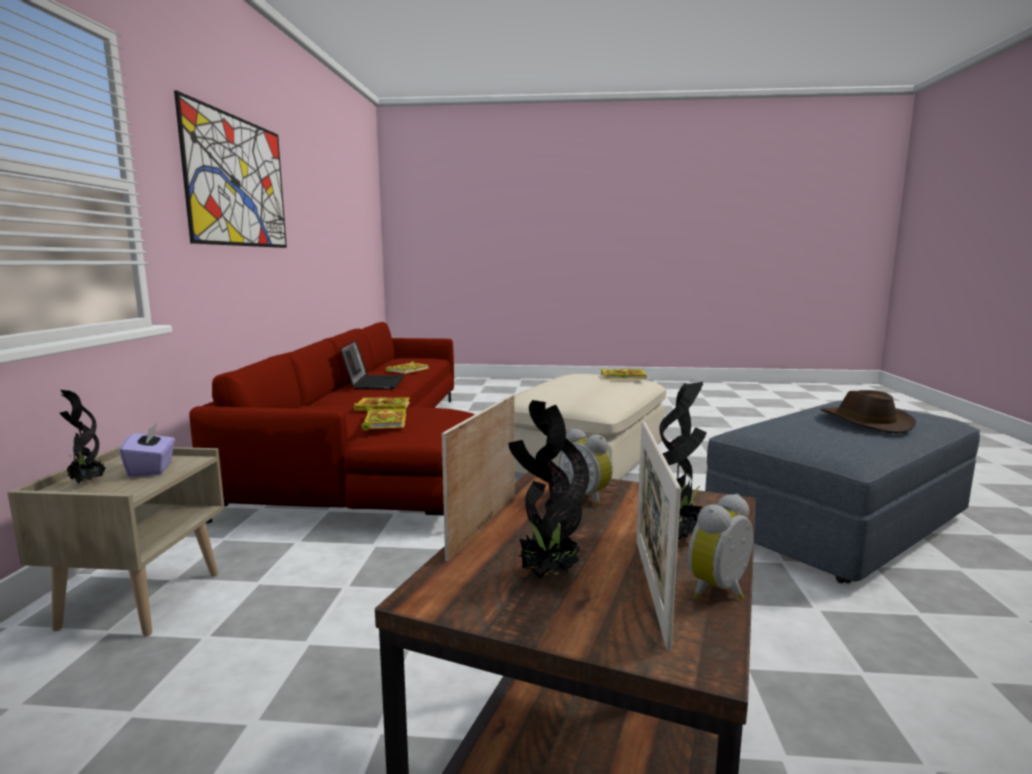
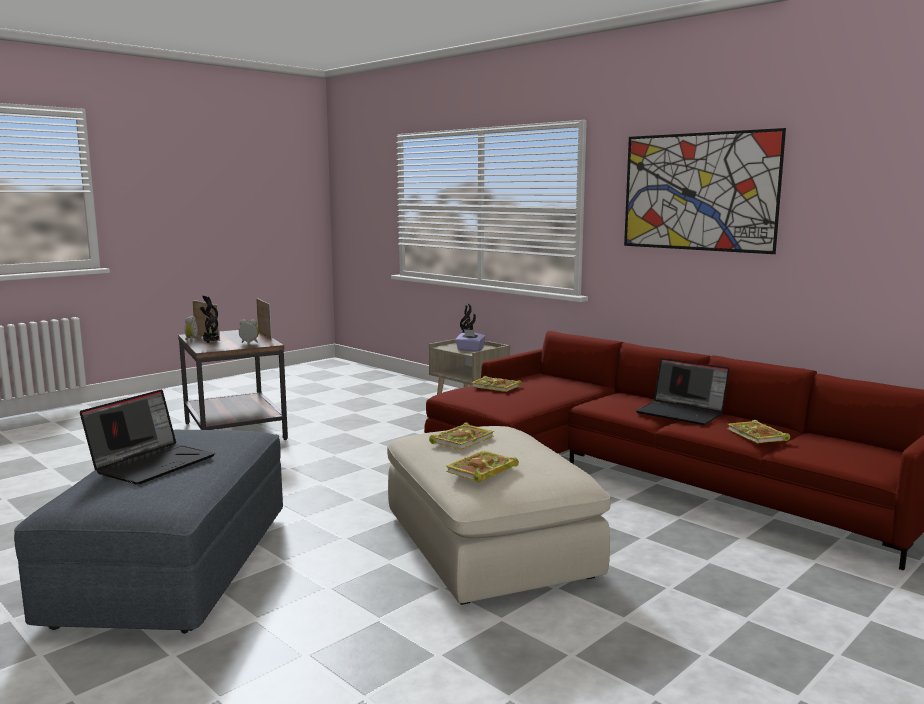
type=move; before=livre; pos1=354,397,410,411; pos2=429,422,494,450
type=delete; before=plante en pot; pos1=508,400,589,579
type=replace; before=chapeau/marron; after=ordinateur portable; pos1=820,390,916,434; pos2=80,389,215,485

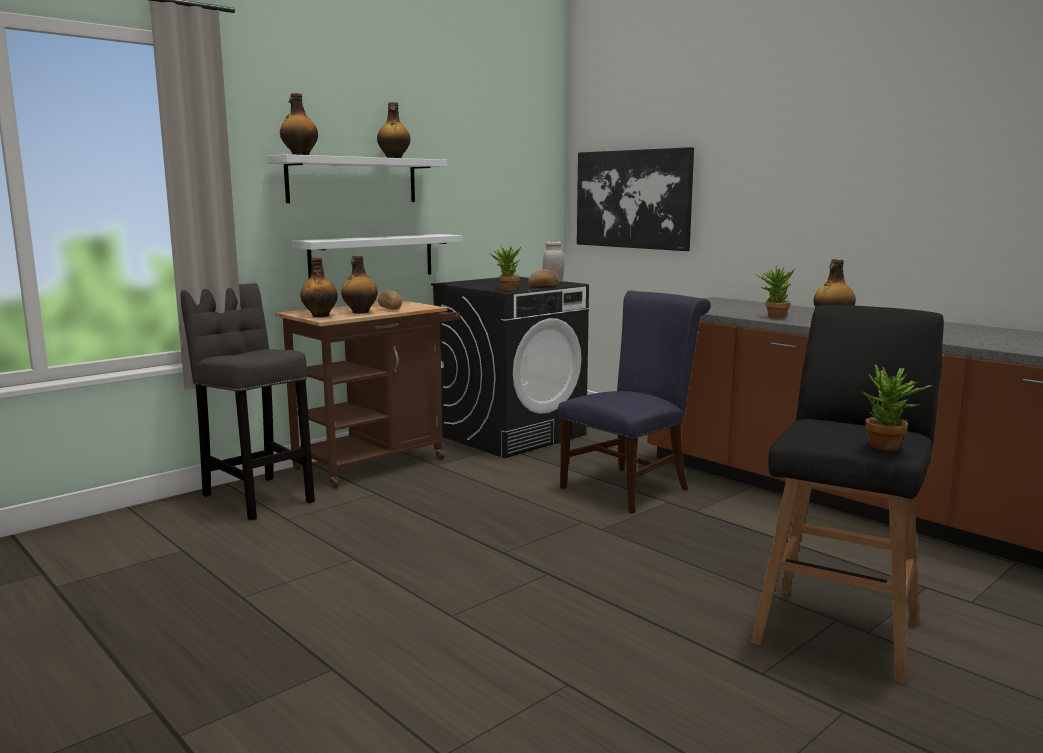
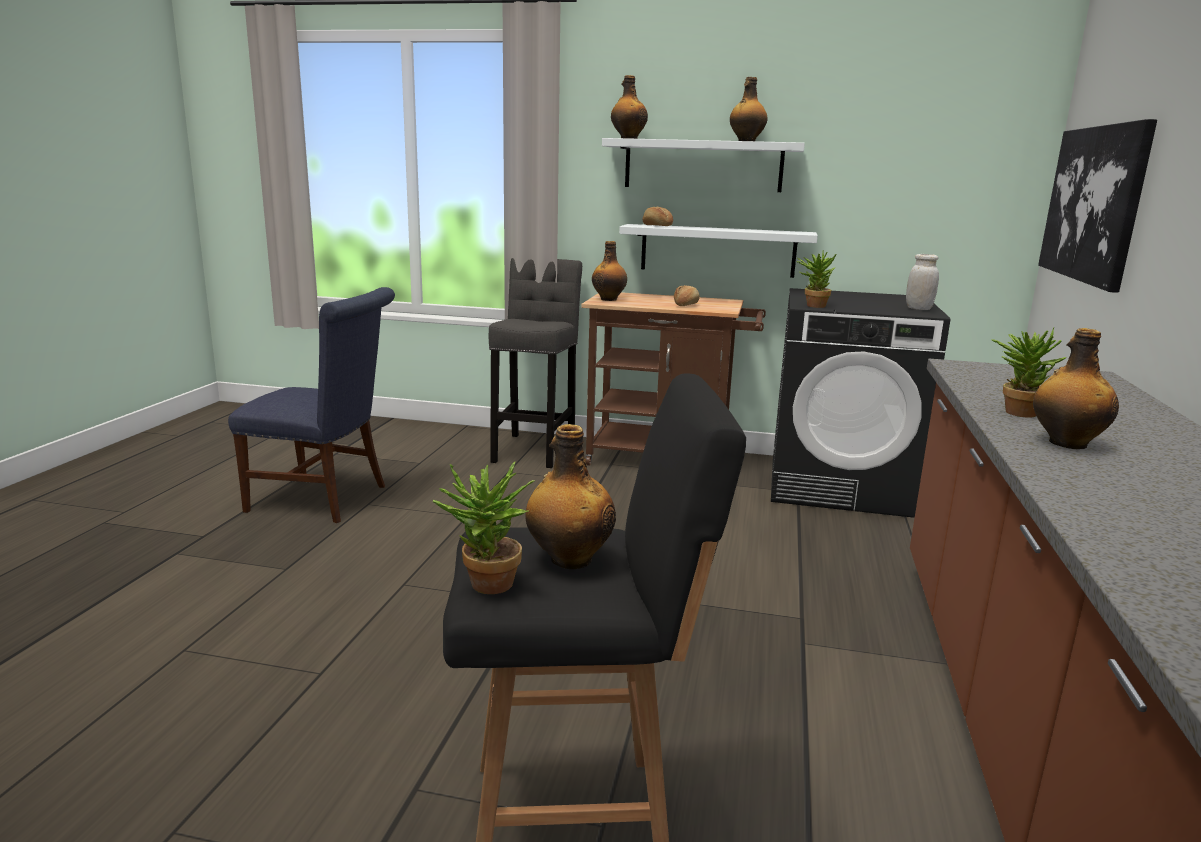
type=move; before=bouteille; pos1=341,255,378,314; pos2=525,424,616,569
type=move; before=pain; pos1=528,269,559,287; pos2=642,207,673,226
type=move; before=chaise/bleu; pos1=558,291,711,514; pos2=228,287,395,523

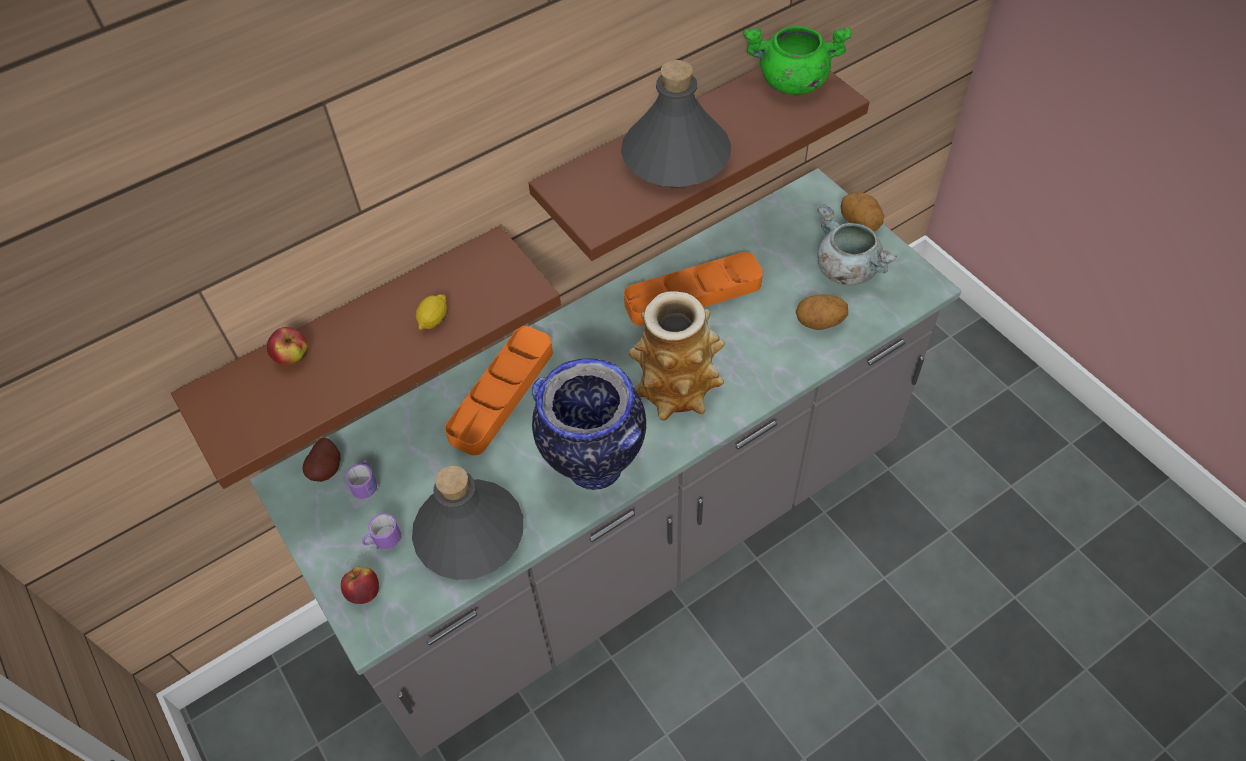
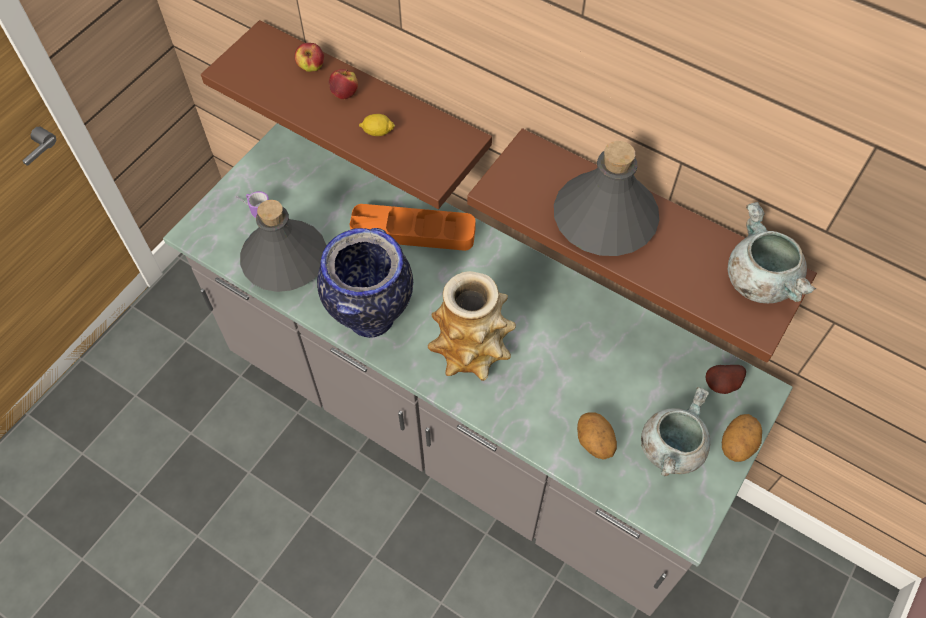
type=move; before=pomme de terre; pos1=303,438,341,482; pos2=705,365,746,394
type=move; before=pomme; pos1=341,567,379,604; pos2=329,69,358,99
type=delete; before=mug; pos1=345,451,377,499
type=delete; before=plateau/orange; pos1=624,252,763,326
type=recolor; before=marmite/vert; after=marmite/gris; pos1=744,26,852,95; pos2=728,202,816,303

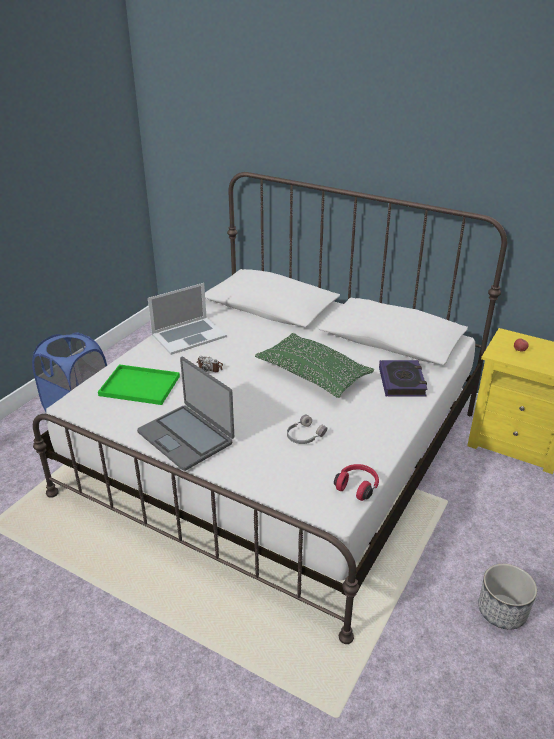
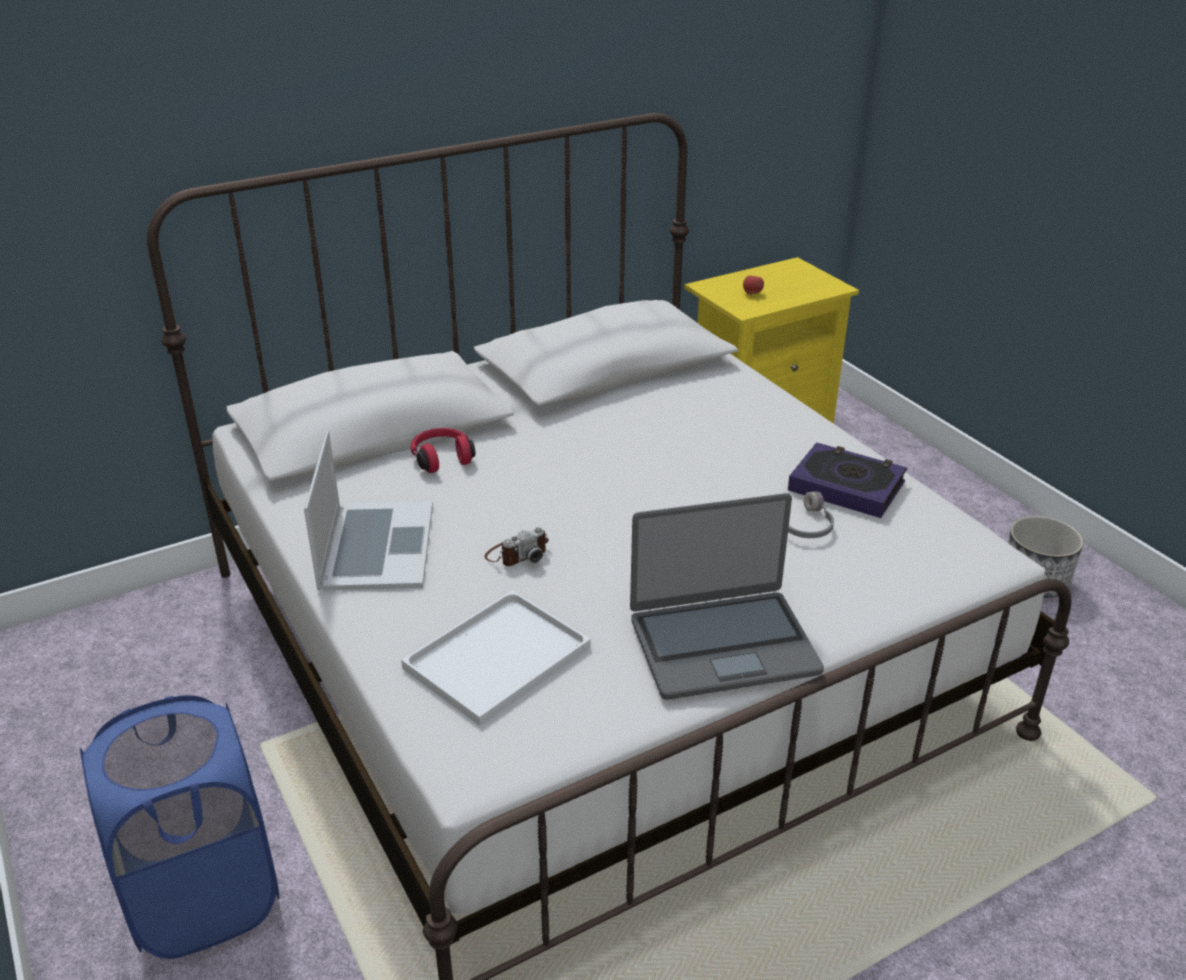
type=recolor; before=plateau/vert; after=plateau/blanc; pos1=98,364,180,405; pos2=401,590,591,726
type=delete; before=coussin/vert; pos1=255,333,374,398
type=move; before=casque audio/rouge; pos1=334,464,379,501; pos2=411,428,476,473
type=move; before=livre; pos1=379,360,428,397; pos2=788,442,907,518

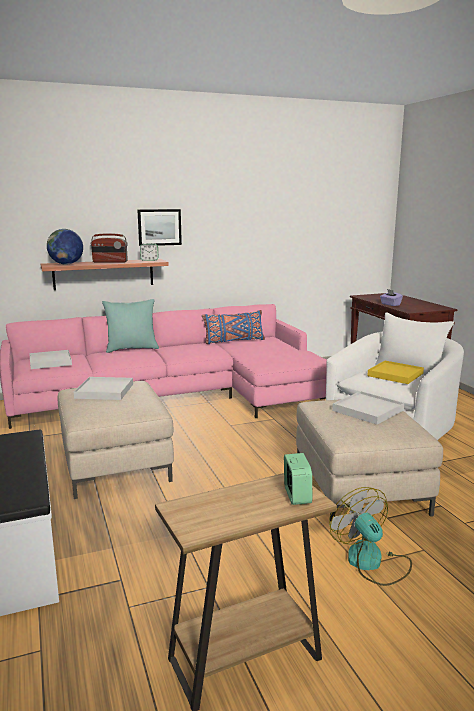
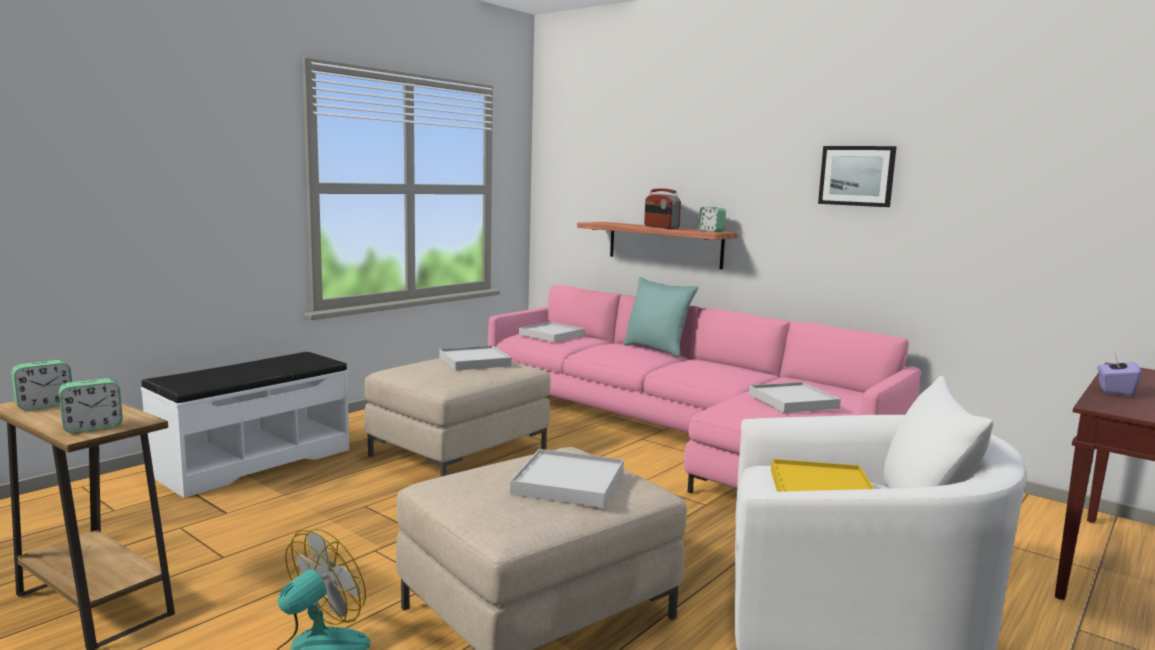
type=delete; before=globe; pos1=47,229,83,264
type=move; before=tableau; pos1=137,209,182,246; pos2=818,146,897,207
type=delete; before=coussin/bleu; pos1=202,310,265,344
type=insert; after=réveil; pos2=11,360,72,410
type=insert; after=plateau/blanc; pos2=749,382,841,413

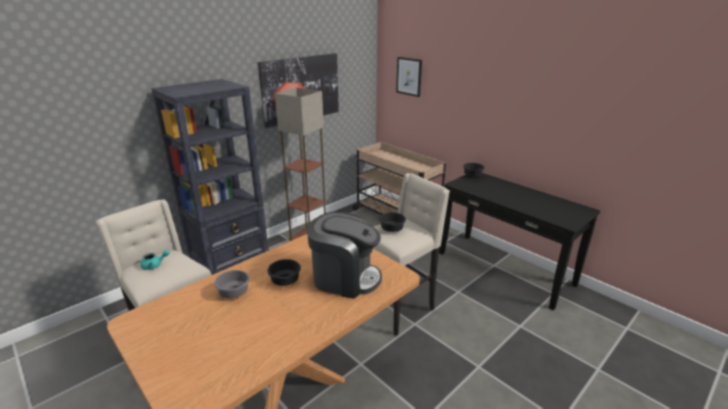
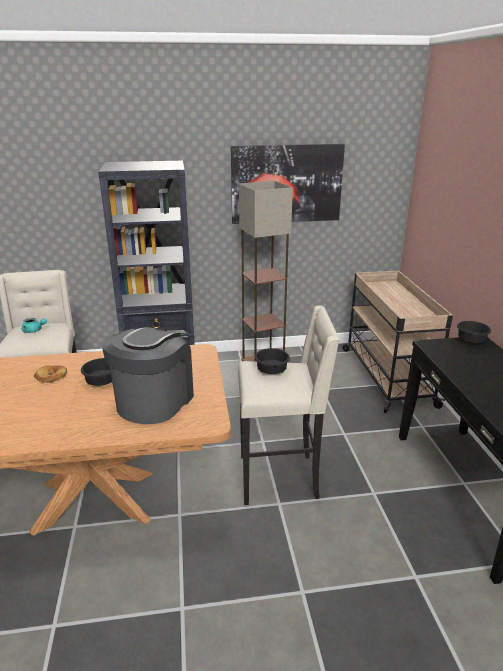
type=replace; before=bol/gris; after=pain; pos1=214,270,250,298; pos2=34,365,67,383
type=rotate; before=machine à café; pos1=307,212,382,299; pos2=102,327,194,424; turn=-120
type=delete; before=tableau; pos1=396,57,422,97

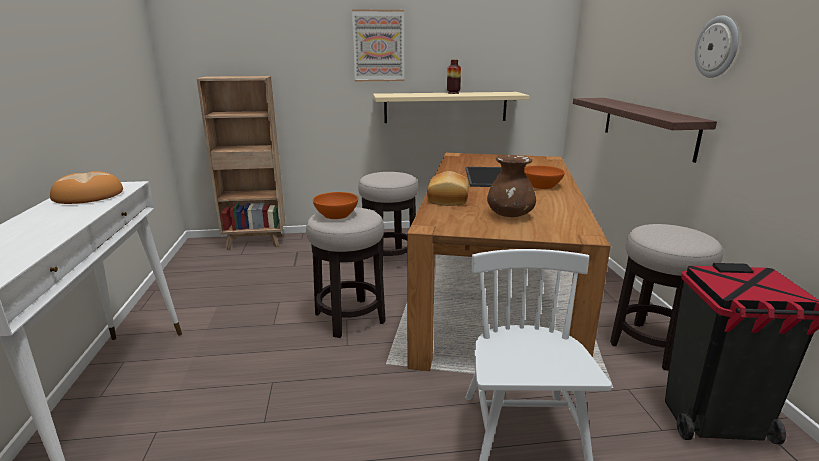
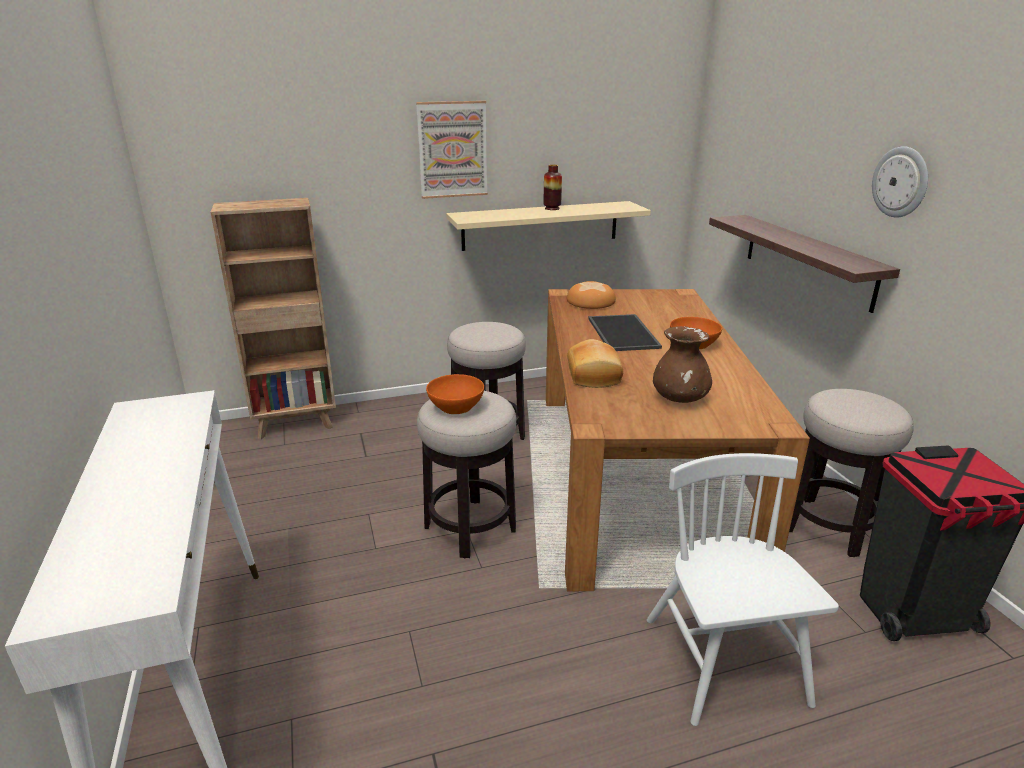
type=move; before=pain; pos1=50,171,123,204; pos2=567,281,616,309

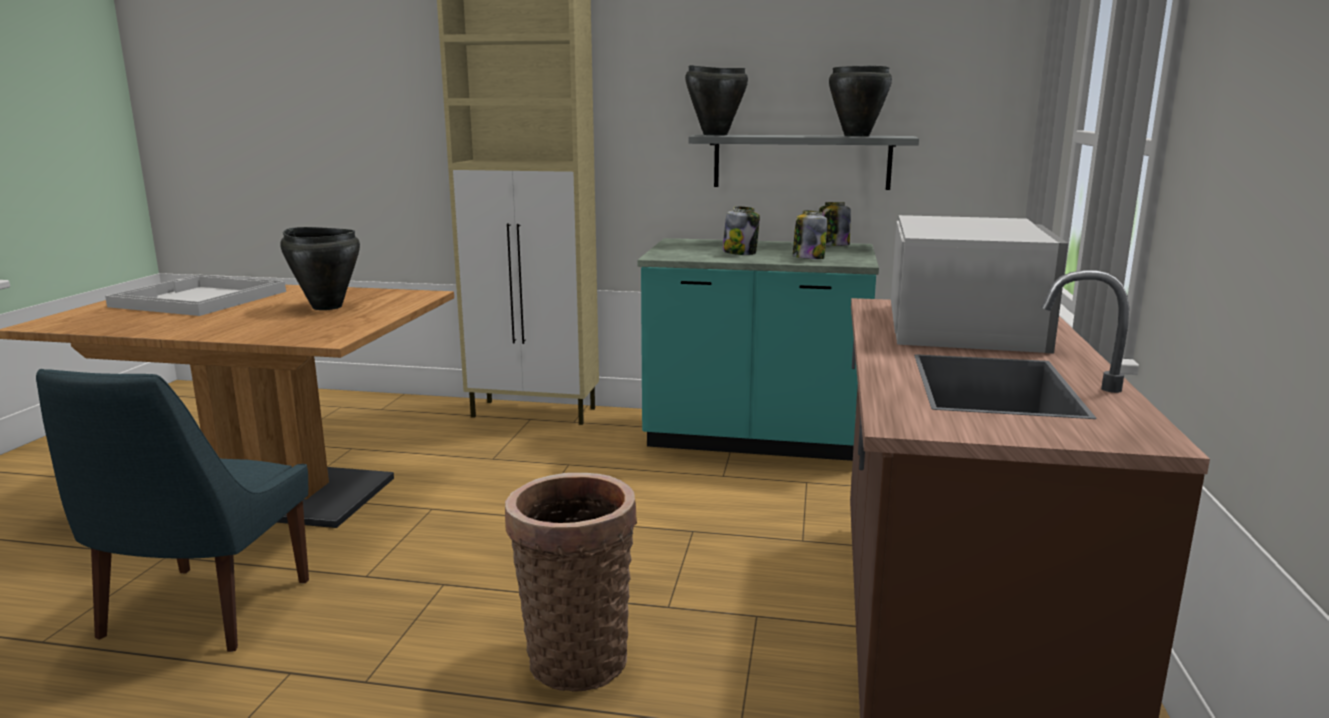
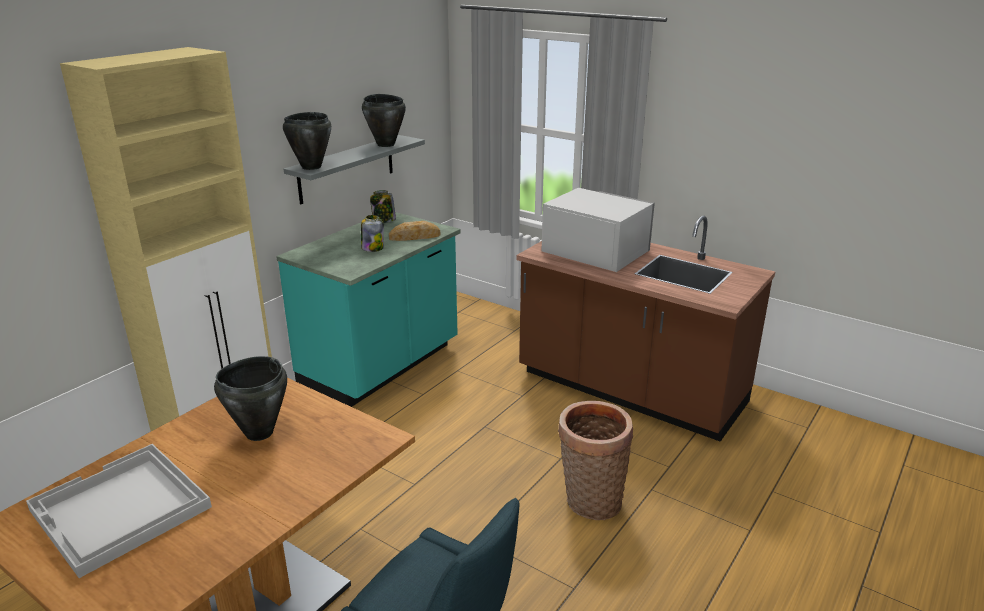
type=replace; before=bocal; after=pain; pos1=793,210,828,259; pos2=389,221,440,241

